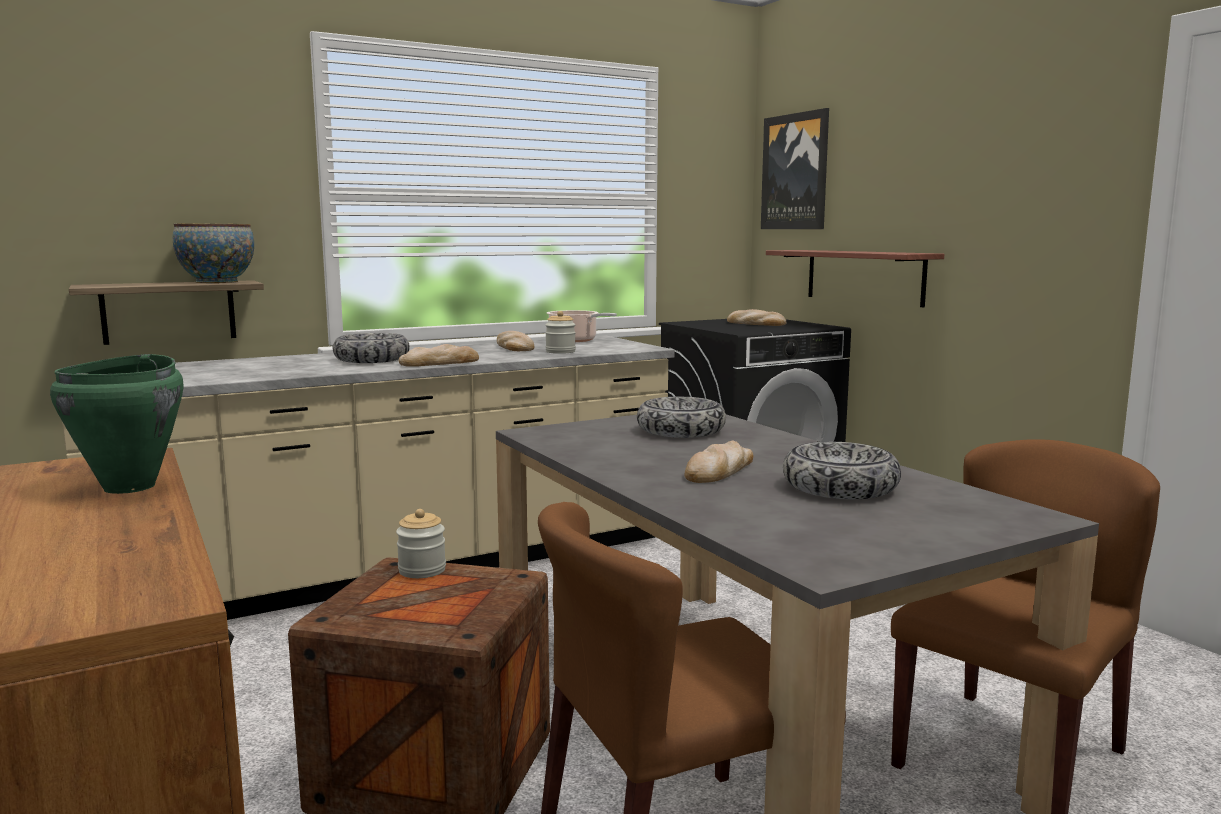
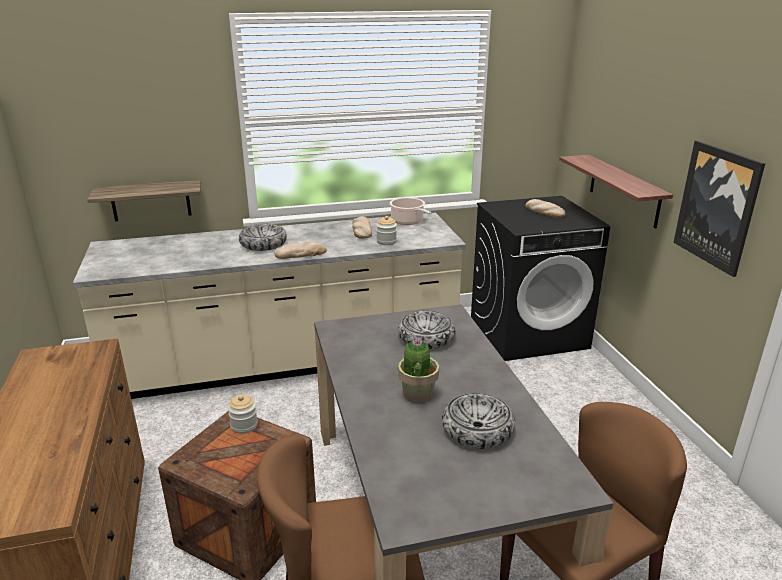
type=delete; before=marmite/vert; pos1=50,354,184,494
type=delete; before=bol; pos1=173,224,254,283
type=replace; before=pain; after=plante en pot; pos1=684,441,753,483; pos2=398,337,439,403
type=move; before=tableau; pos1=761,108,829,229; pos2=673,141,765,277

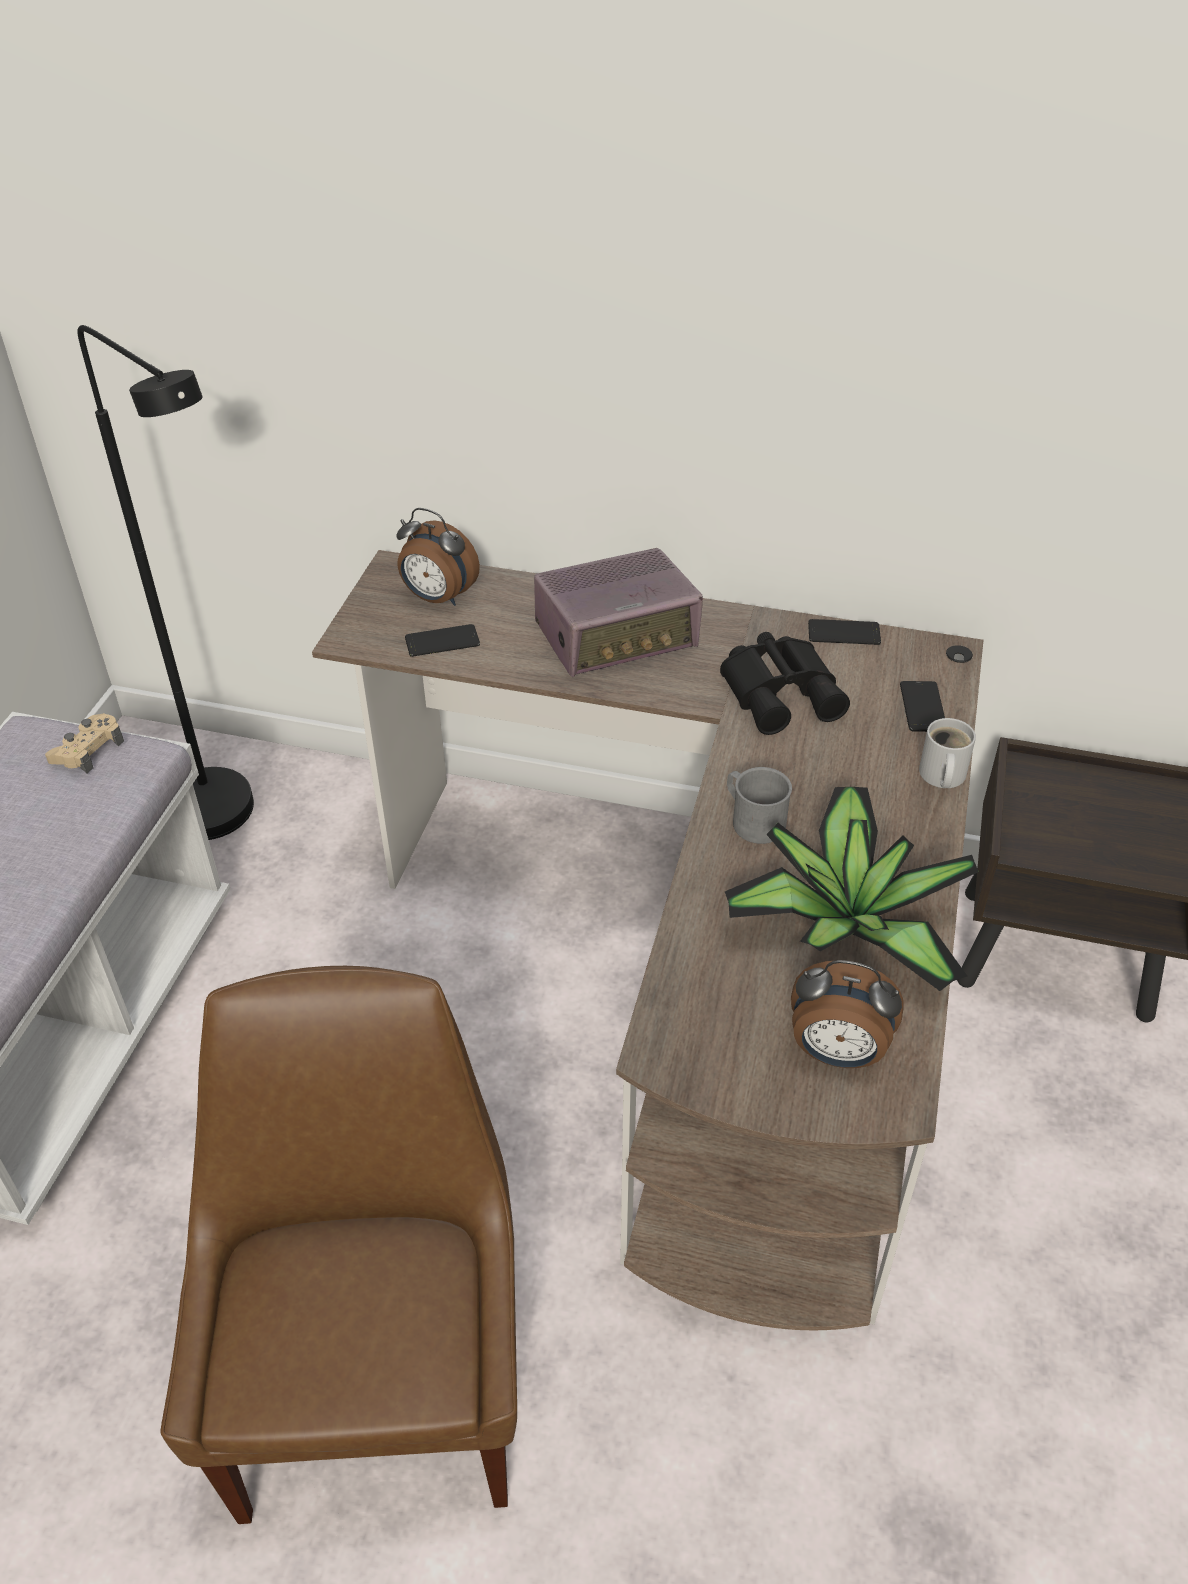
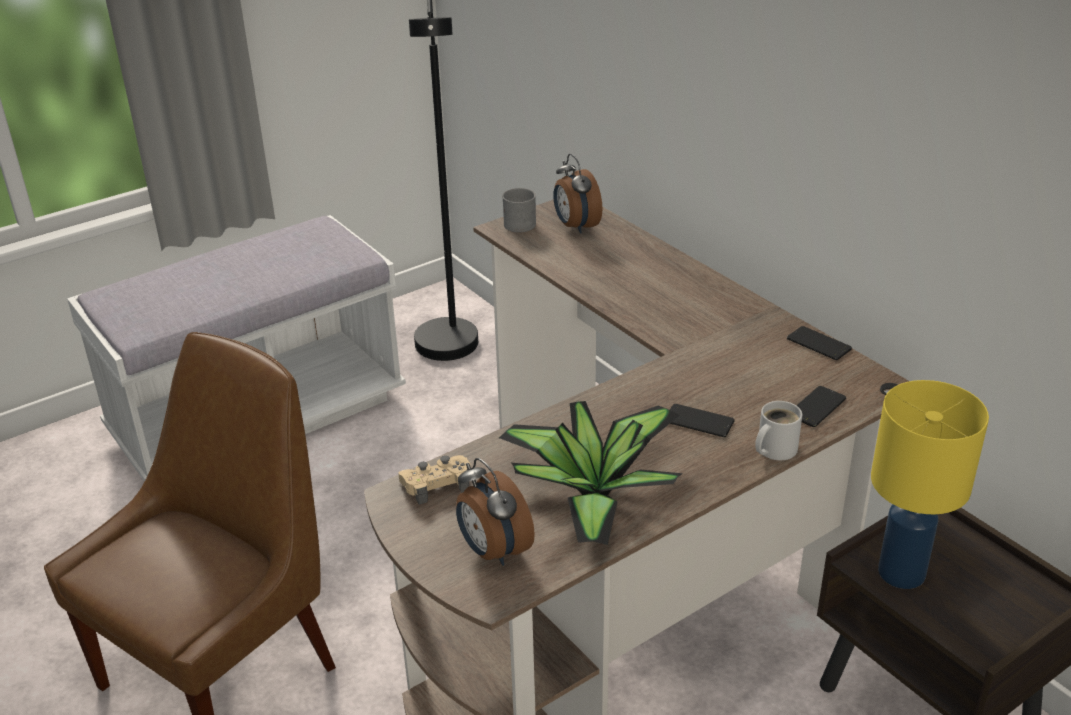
type=move; before=manette/beige; pos1=45,713,124,773; pos2=399,455,471,505
type=move; before=téléphone; pos1=405,624,480,657; pos2=670,404,734,437
type=delete; before=radio; pos1=534,548,703,677
type=delete; before=jumelles/noir; pos1=720,632,850,735
type=move; before=mug/gris; pos1=727,767,792,844; pos2=502,188,536,232
type=insert; after=lampe de table/jaune; pos2=871,380,989,589

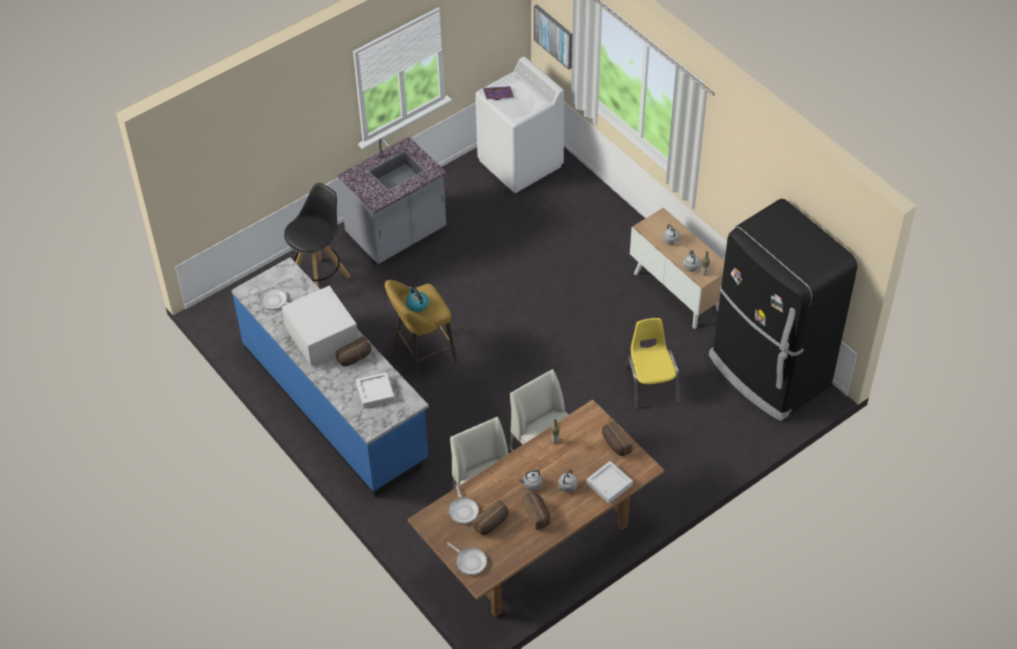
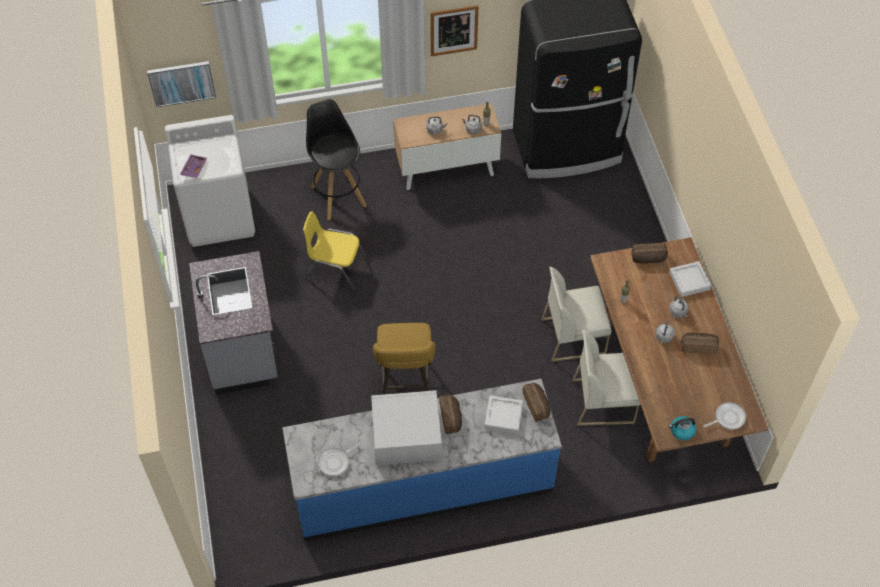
type=move; before=tabouret/noir; pos1=284,183,351,287; pos2=306,99,367,220
type=move; before=bouilloire; pos1=406,287,429,312; pos2=668,416,696,440
type=delete; before=poêle; pos1=449,484,479,524
type=move; before=pain; pos1=473,500,508,535; pos2=523,383,551,422
type=move; before=chaise/jaune; pos1=625,318,679,409; pos2=303,212,367,290
type=insert; after=tableau; pos2=430,5,479,56

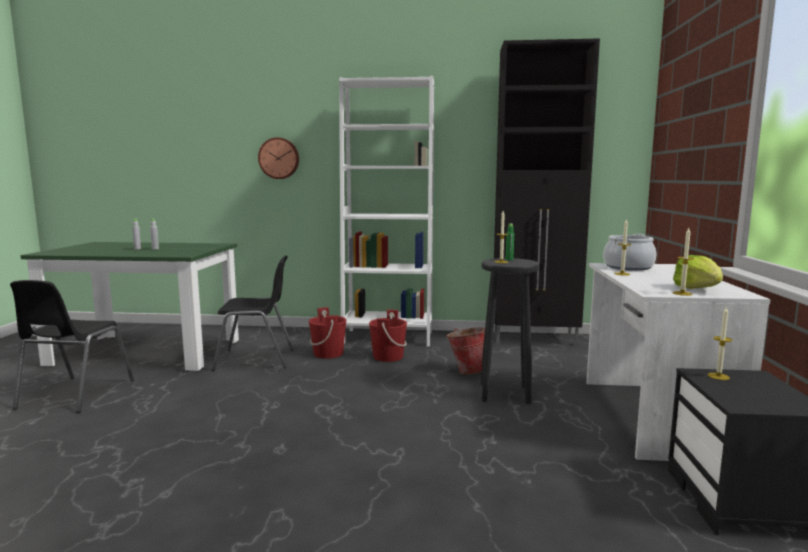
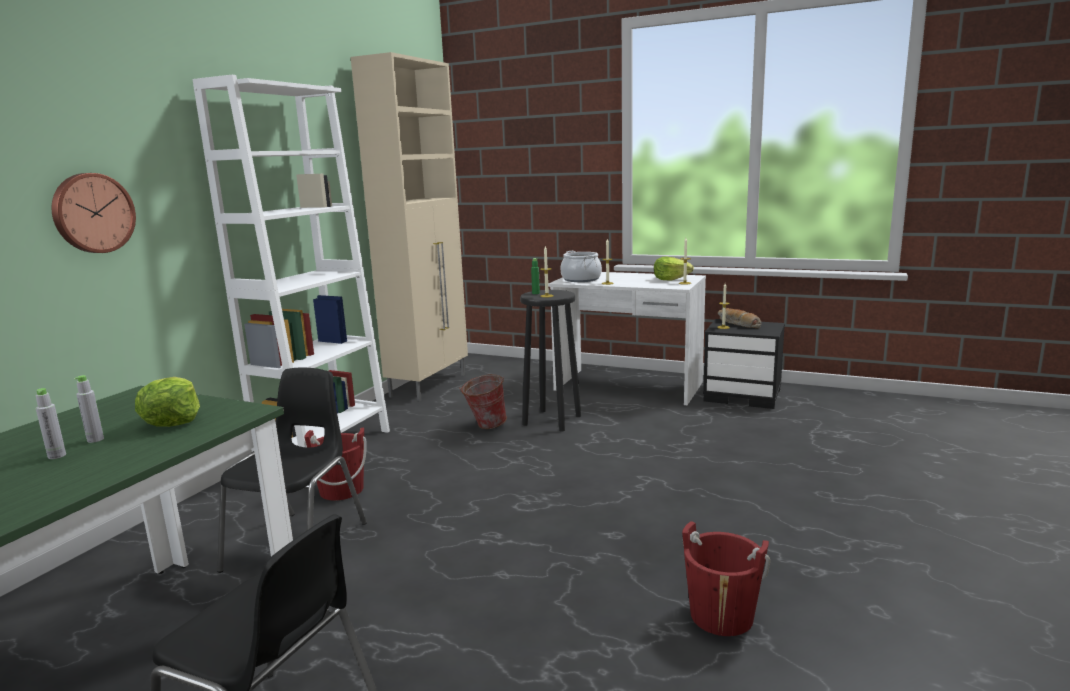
type=move; before=seau/rouge; pos1=369,310,407,362; pos2=682,521,770,636
type=recolor; before=meuble de rangement/noir; after=meuble de rangement/beige; pos1=494,38,600,346; pos2=351,52,468,401
type=insert; after=laitue; pos2=135,377,200,427
type=insert; after=pain; pos2=718,308,762,328

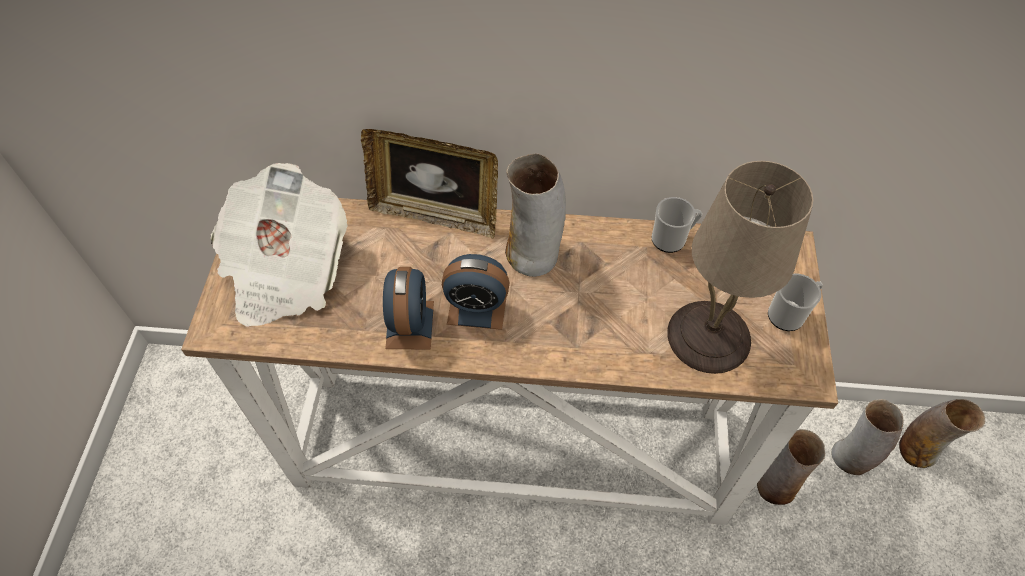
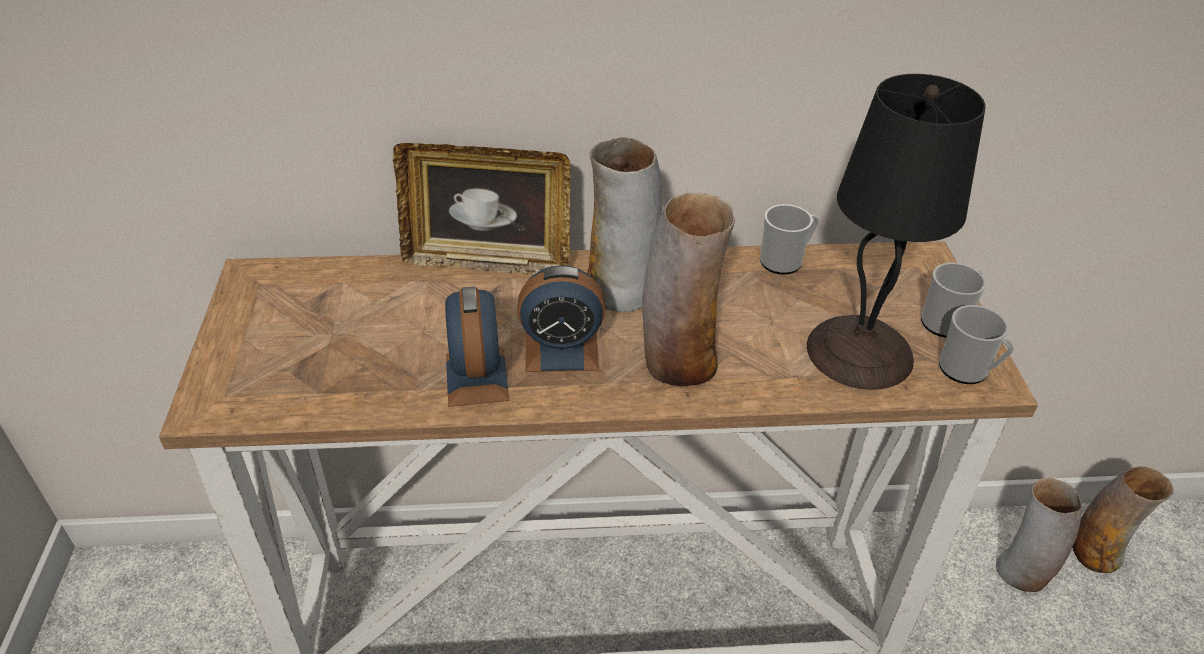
type=delete; before=journal; pos1=211,163,348,327
type=recolor; before=lampe de table/beige; after=lampe de table/noir; pos1=667,161,813,374; pos2=807,74,986,390
type=move; before=vase; pos1=757,429,825,505; pos2=642,193,735,386
type=insert; after=mug; pos2=939,305,1014,384

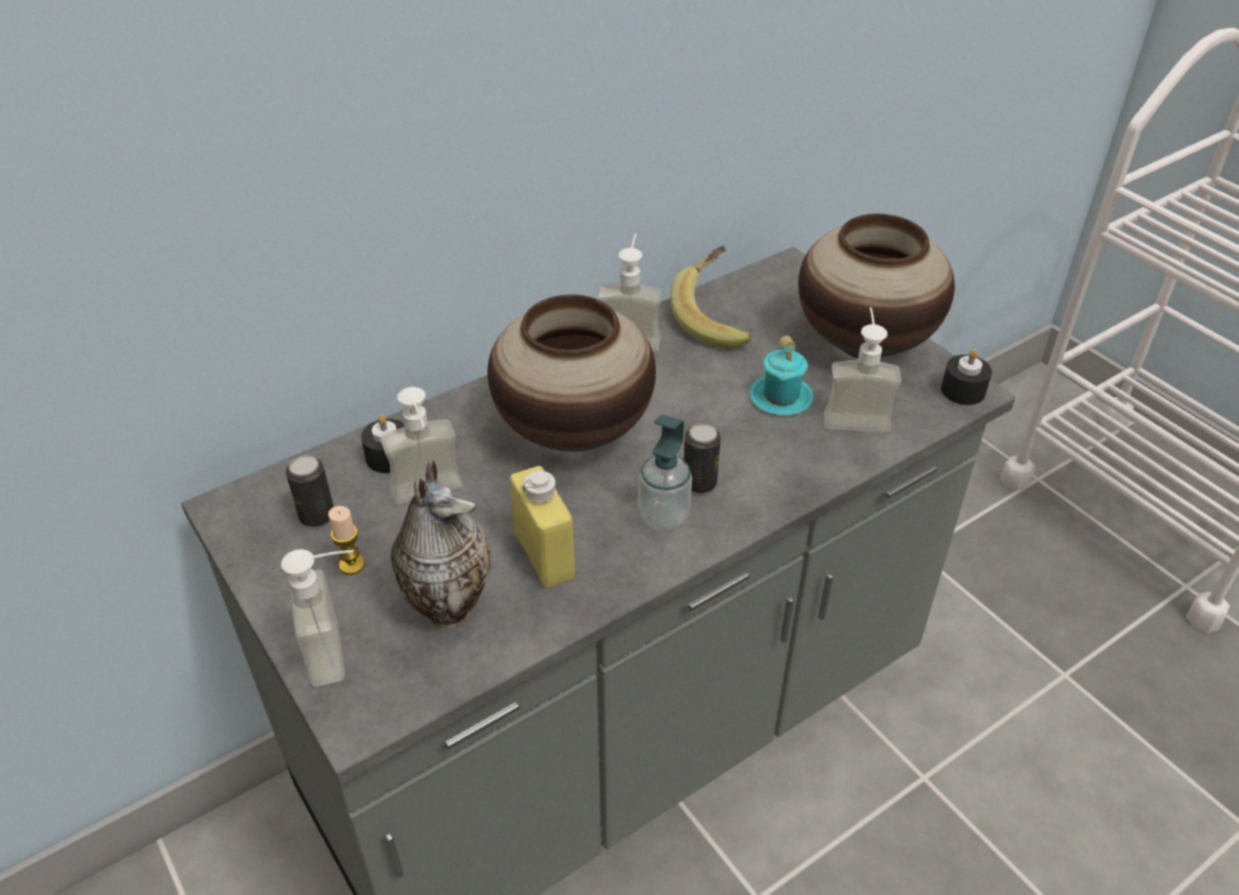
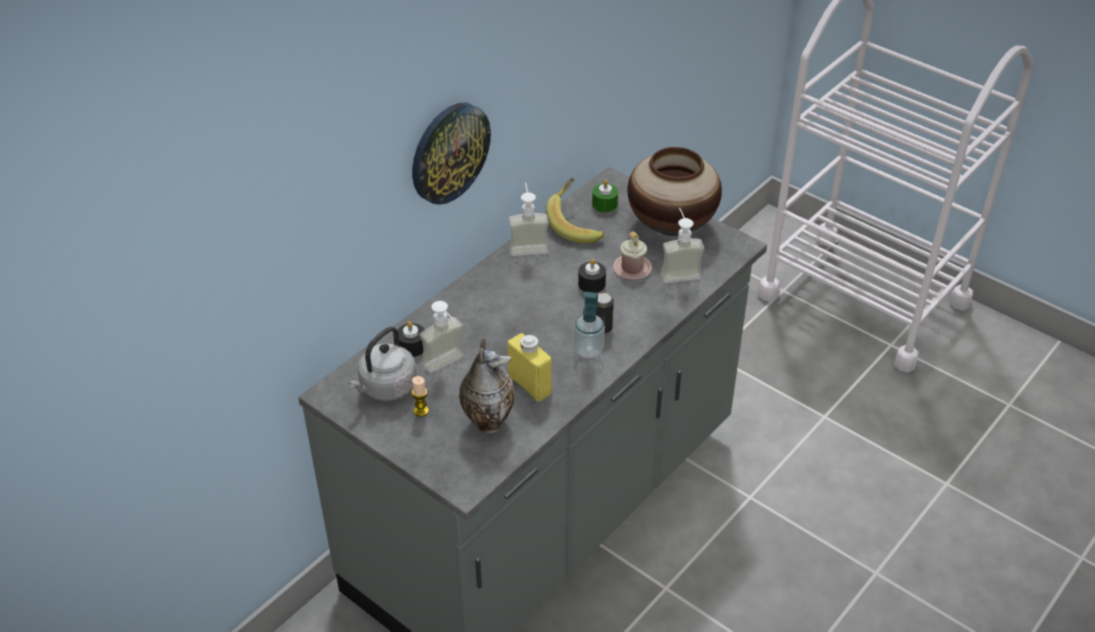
type=delete; before=distributeur de savon; pos1=281,549,354,687
type=replace; before=boîte métallique; after=bouilloire/gris; pos1=286,455,334,527; pos2=348,327,417,401
type=delete; before=vase; pos1=488,295,656,452
type=recolor; before=mug/turquoise; after=mug/rose; pos1=750,335,814,415; pos2=613,232,652,280
type=move; before=bougie/noir; pos1=941,349,992,405; pos2=578,259,606,293
type=insert; after=horloge murale; pos2=412,103,491,205
type=insert; after=bougie/vert; pos2=592,180,618,212

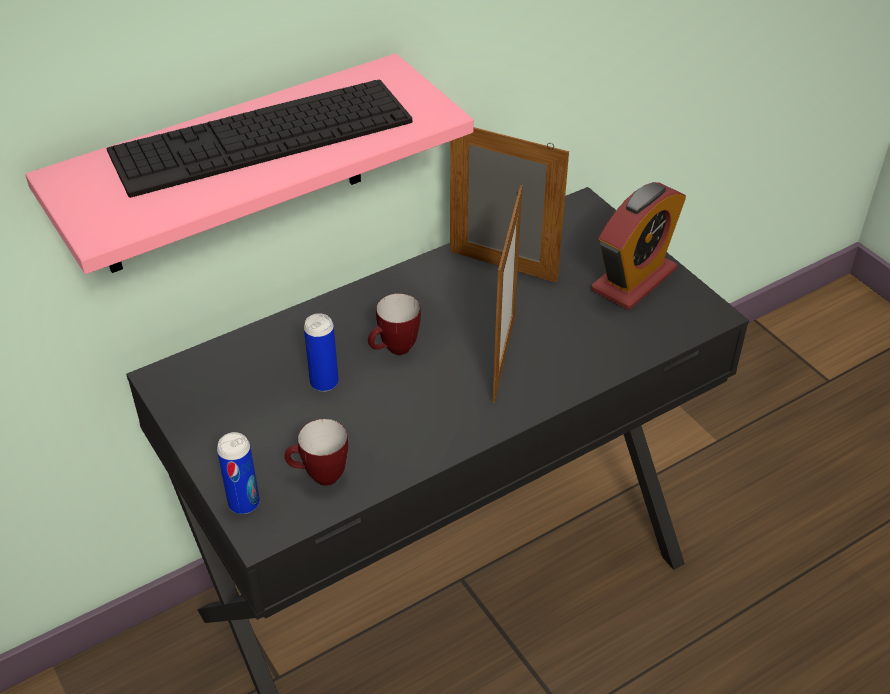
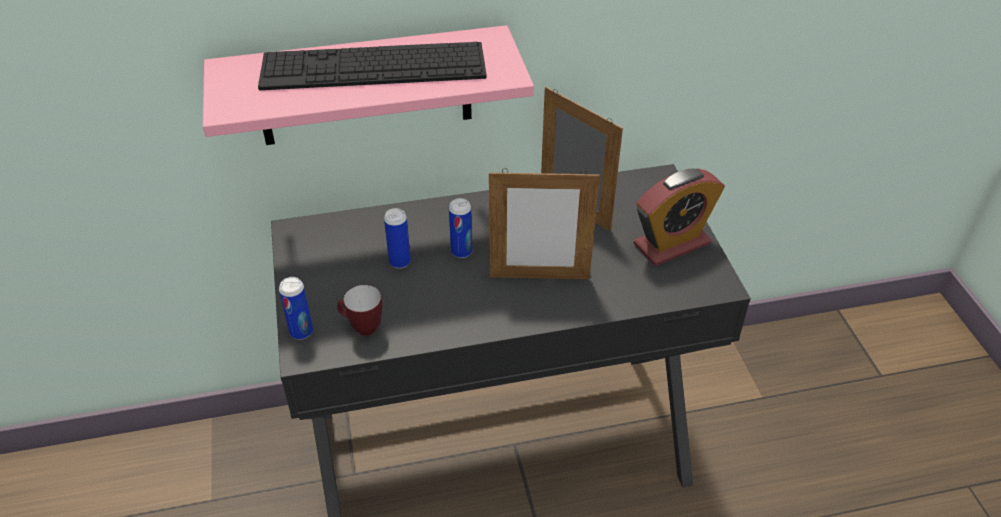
type=replace; before=mug; after=boîte métallique; pos1=368,293,421,355; pos2=449,198,472,258
type=rotate; before=cadre photo; pos1=493,185,523,403; pos2=489,168,600,279; turn=60

